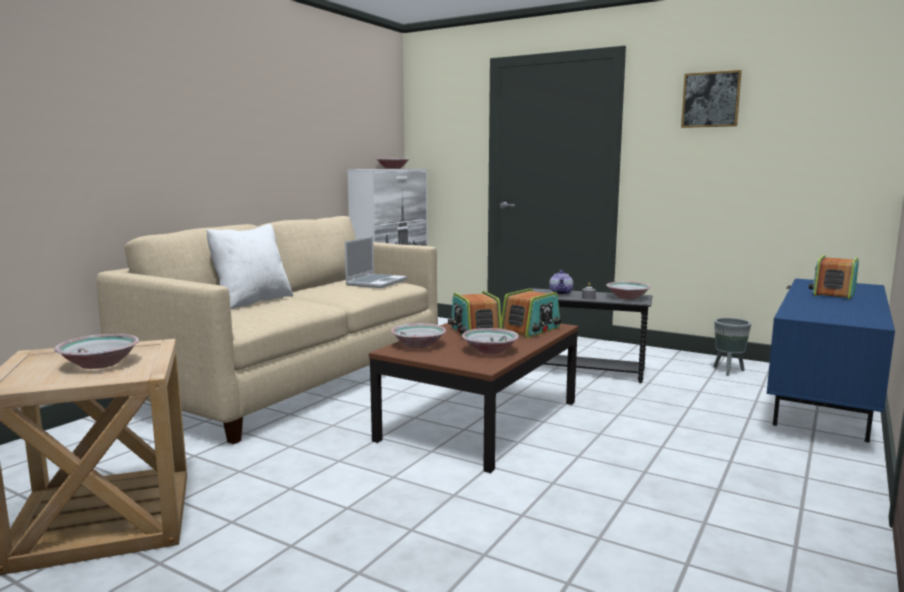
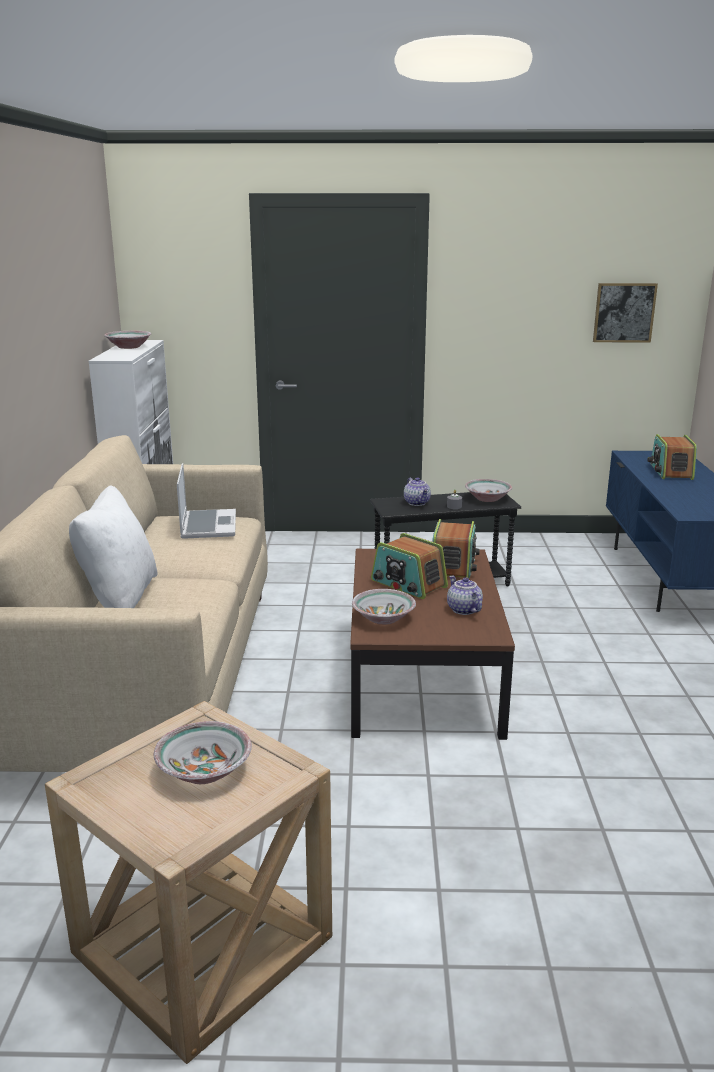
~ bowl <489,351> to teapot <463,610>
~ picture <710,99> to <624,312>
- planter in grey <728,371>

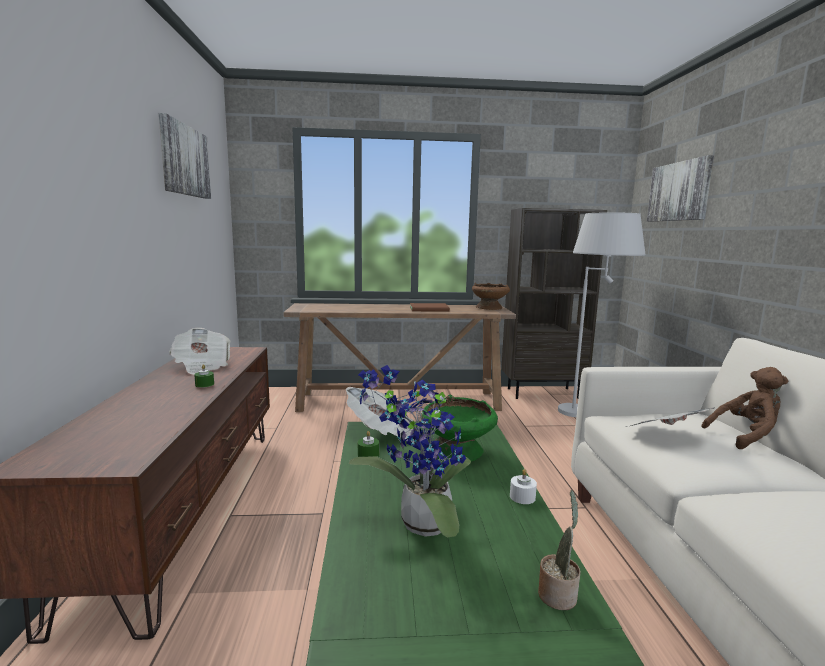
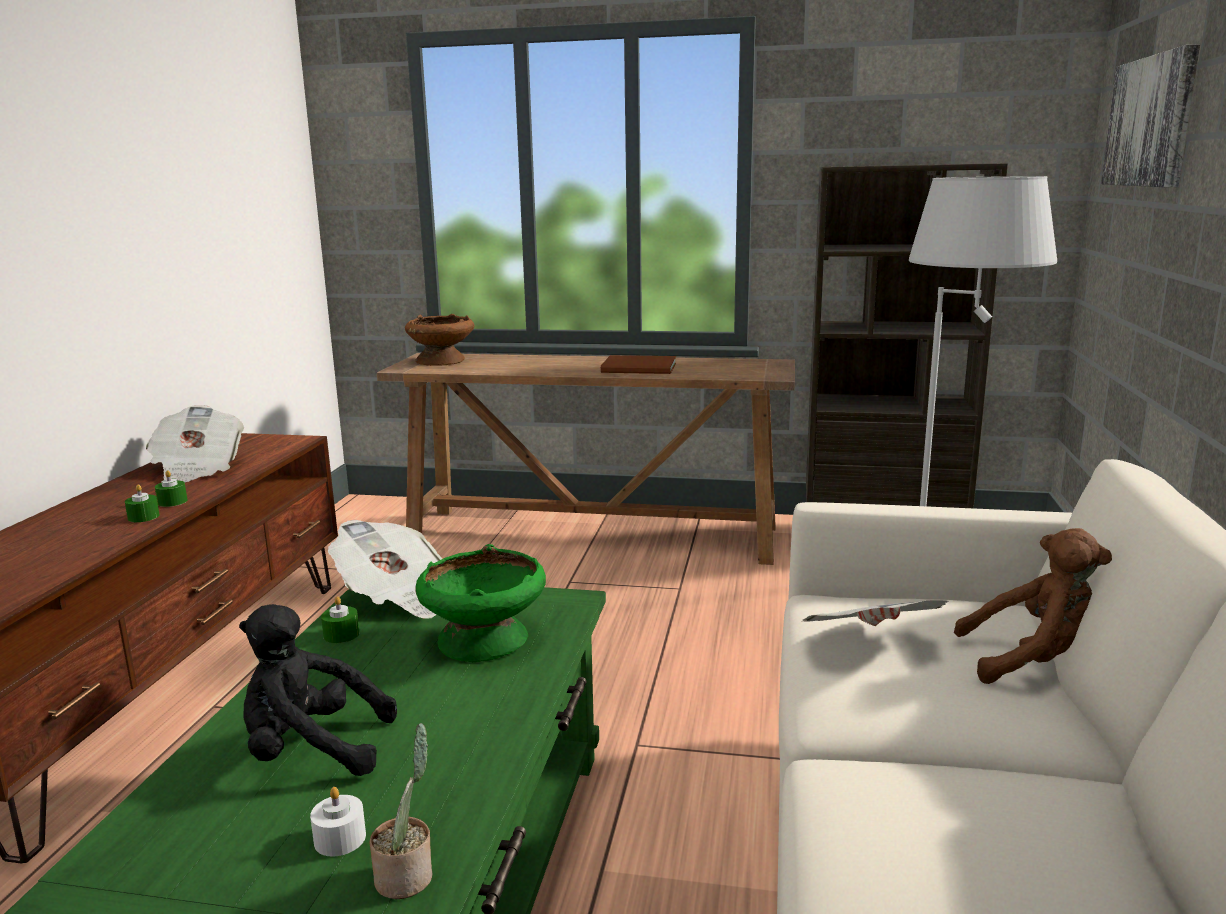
+ candle in green <143,517>
~ potted plant <419,524> to plush toy in black <312,750>
~ candle in white <522,497> to <340,838>
~ bowl in brown <489,307> to <442,361>
- picture <184,160>

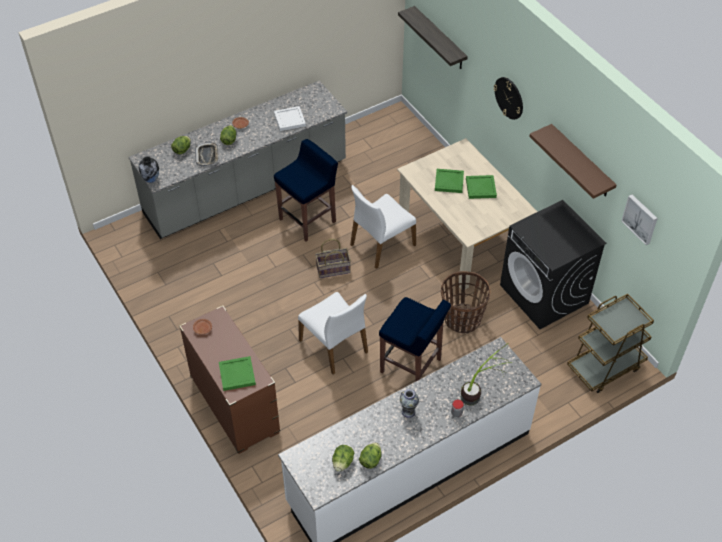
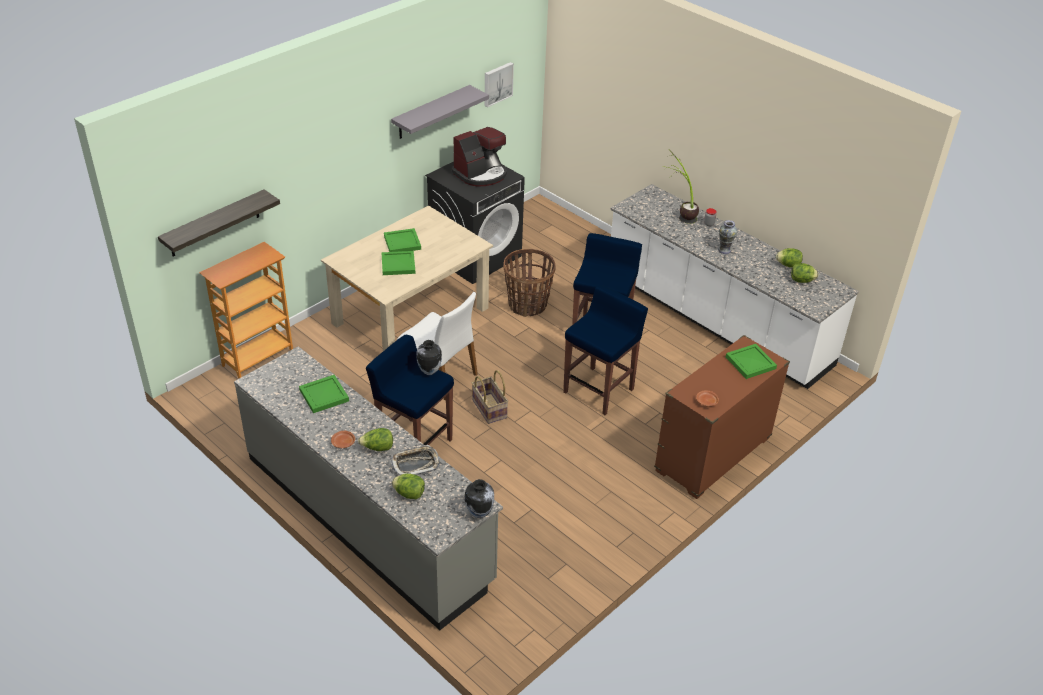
+ bookcase <257,358>
~ tray in white <290,119> to tray in green <323,395>
~ shelf in brown <581,162> to shelf in grey <431,112>
+ vase <429,371>
+ coffee machine <481,174>
~ chair in white <334,346> to stool in blue <599,390>
- wall clock <509,98>
- cart in brown <605,367>

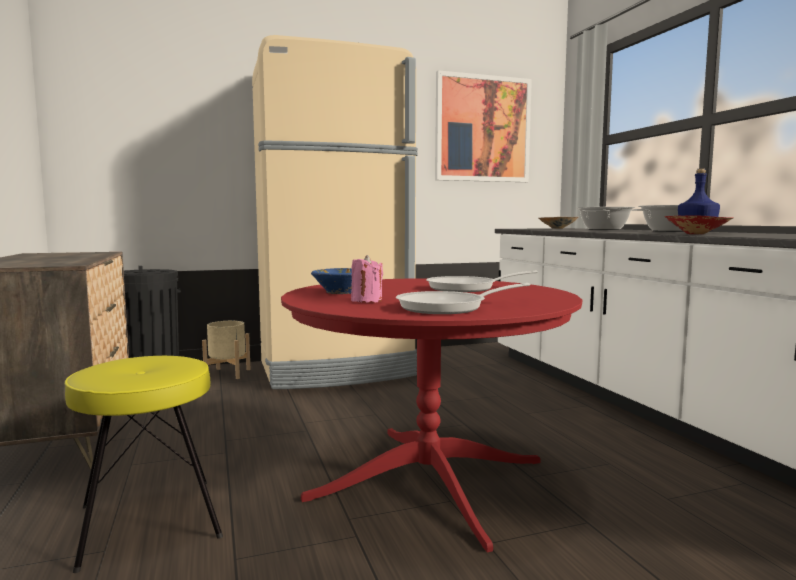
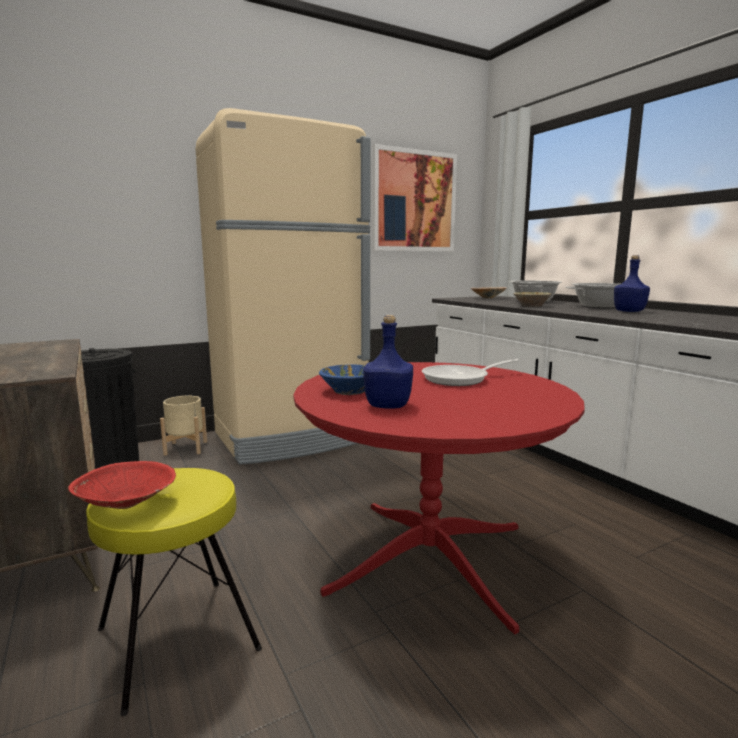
~ bowl in red <697,234> to <128,504>
~ candle in pink <366,300> to bottle in blue <388,406>
+ bowl in beige <531,305>
- frying pan <449,307>

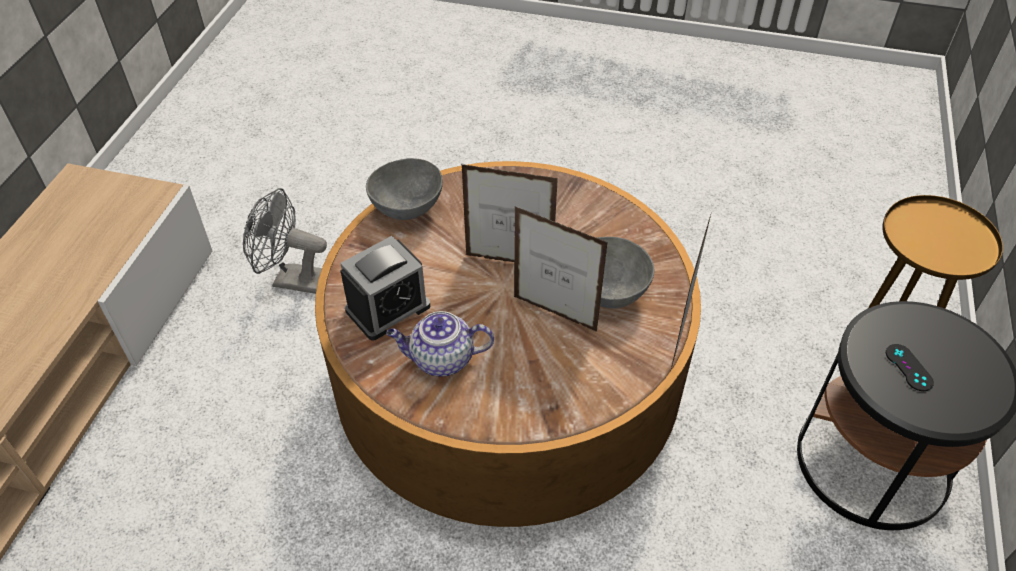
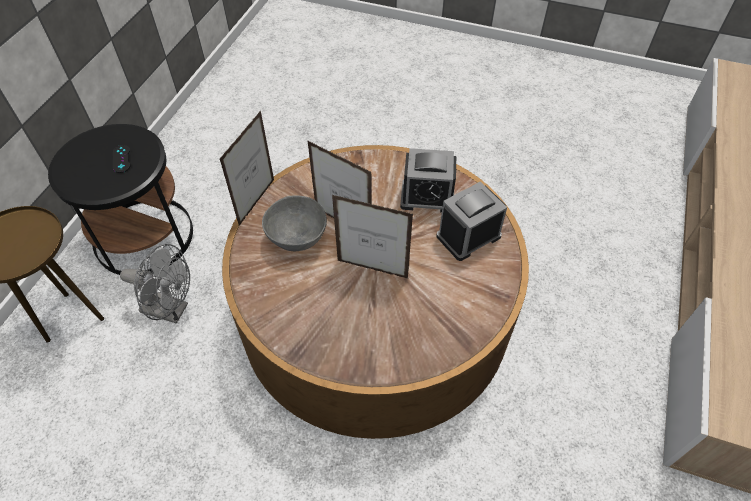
~ fan in grey <292,280> to <171,310>
~ teapot <441,360> to alarm clock <427,197>
- bowl in grey <409,208>

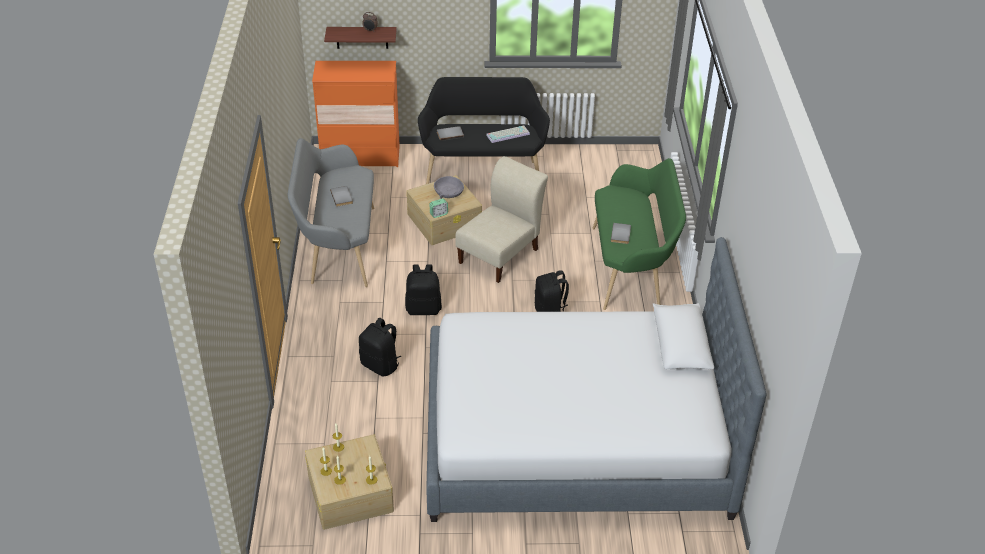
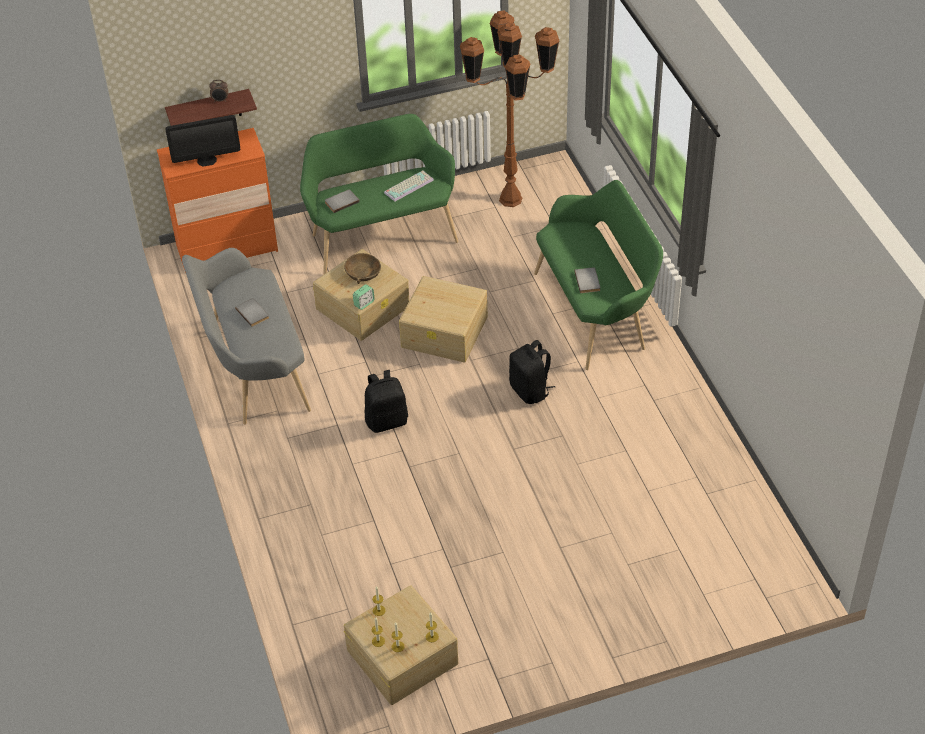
+ monitor <207,160>
~ bench in black <482,173> to bench in green <381,235>
~ bowl in grey <448,192> to bowl in brown <363,272>
~ chair in beige <501,254> to storage box in beige <445,332>
+ floor lamp in brown <511,199>
- backpack in black <380,365>
- bed <575,438>

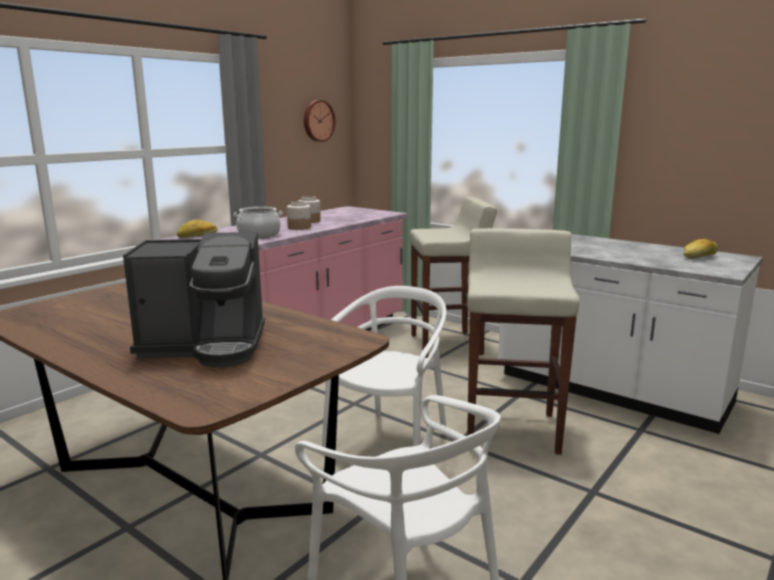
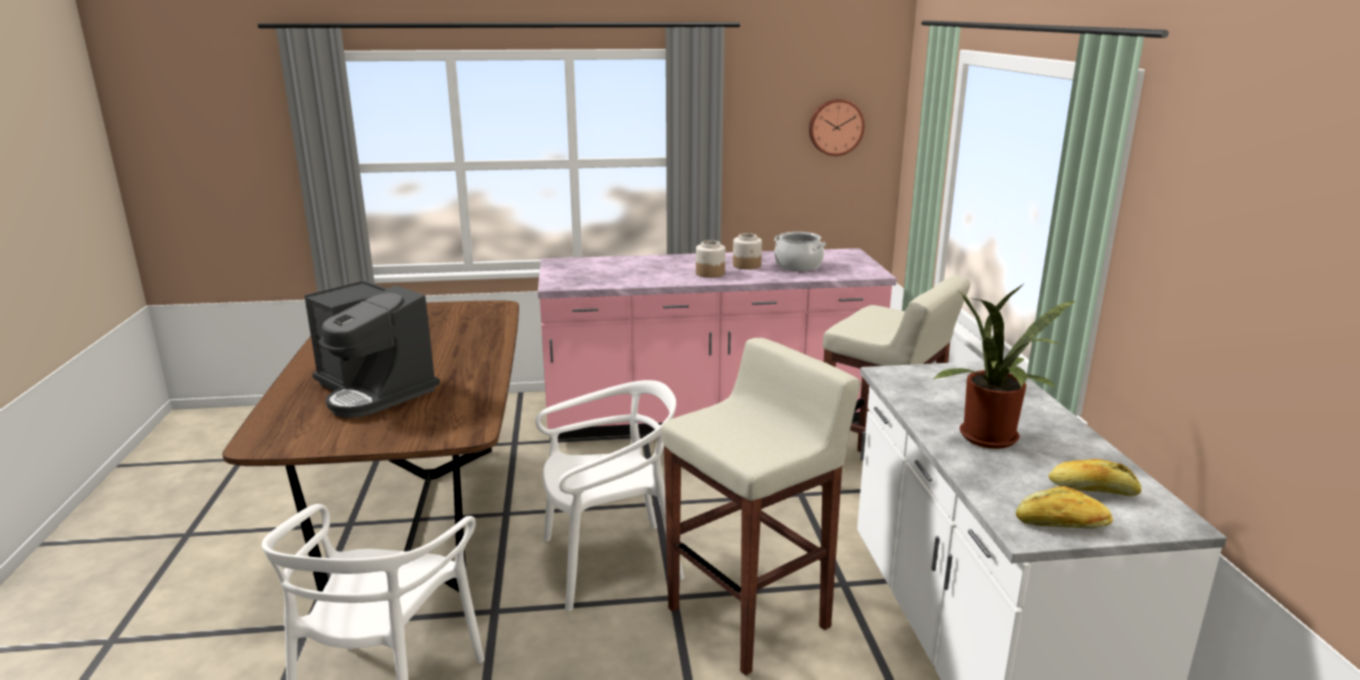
~ cooking pot <259,235> to <798,266>
+ potted plant <992,440>
~ bread <198,236> to <1062,524>

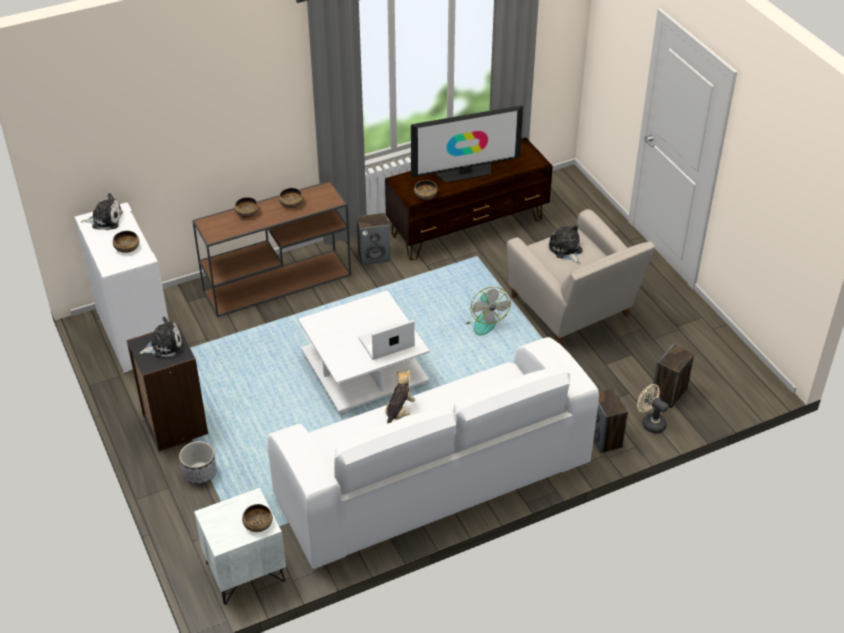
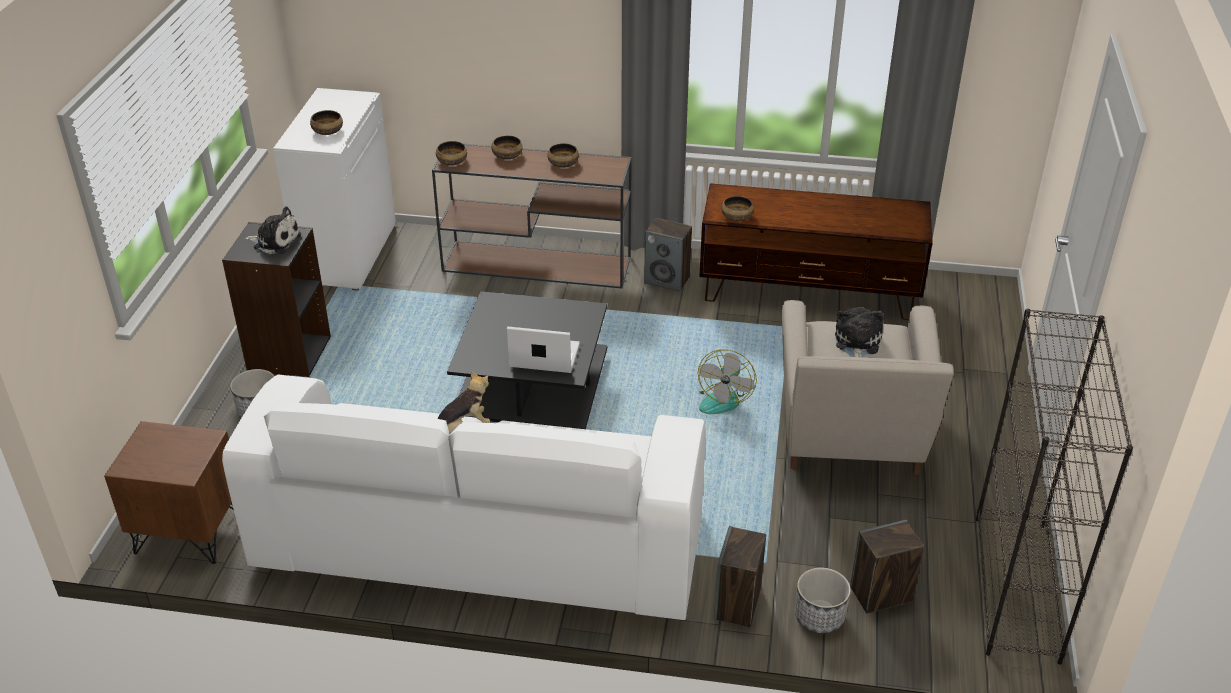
~ nightstand in white <245,573> to nightstand in brown <188,533>
~ bowl <258,524> to <452,161>
~ coffee table in white <363,371> to coffee table in black <530,390>
~ fan in beige <650,423> to planter <819,617>
+ bookcase in black <1017,588>
- plush toy <105,220>
- television <465,172>

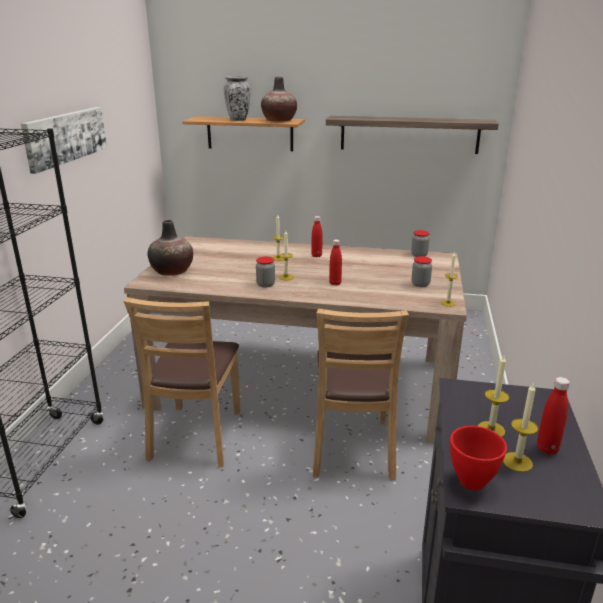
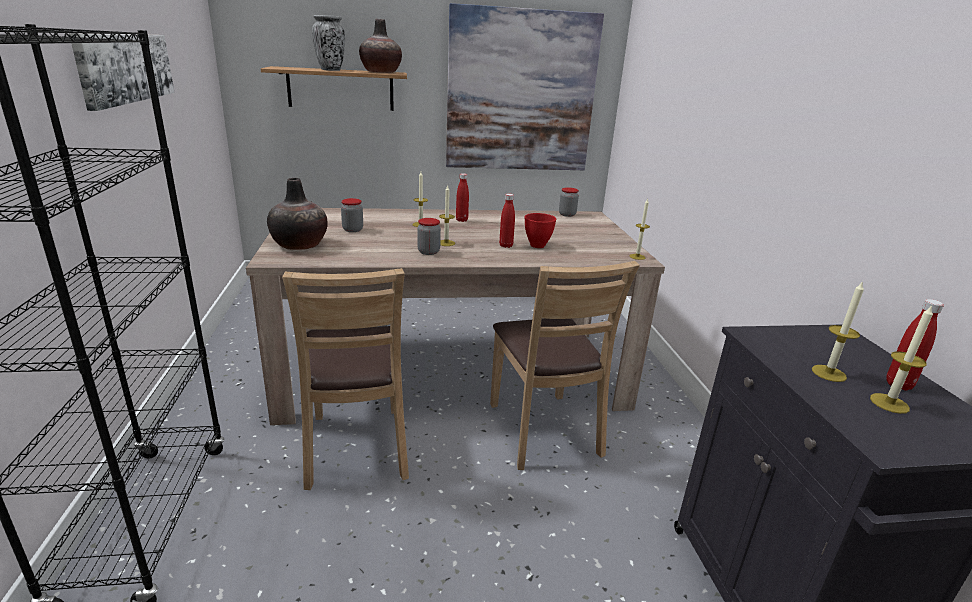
~ jar <420,284> to <352,230>
~ shelf <409,134> to picture <521,92>
~ bowl in red <470,481> to <536,245>

